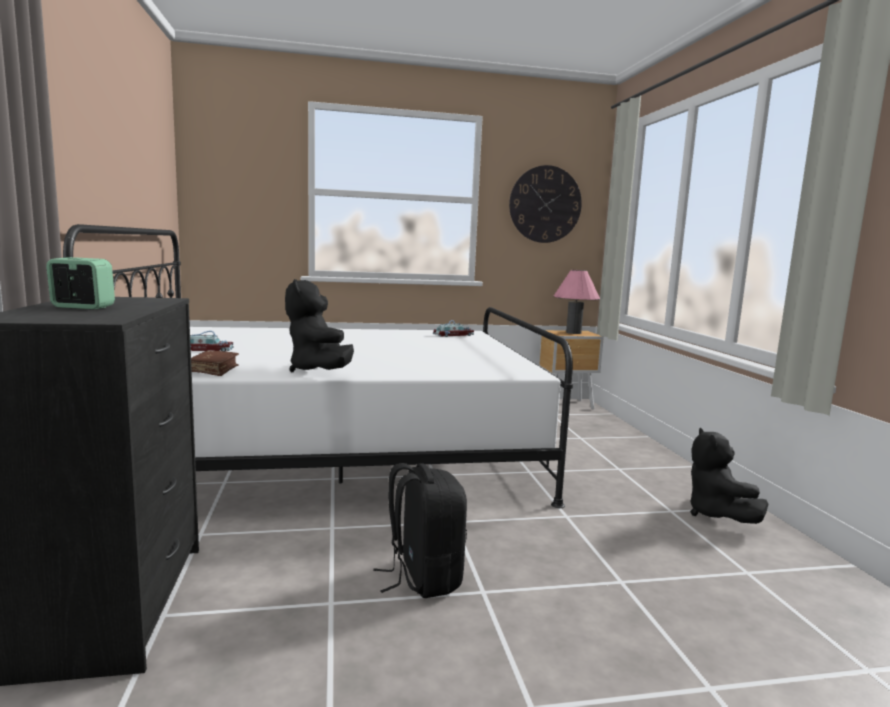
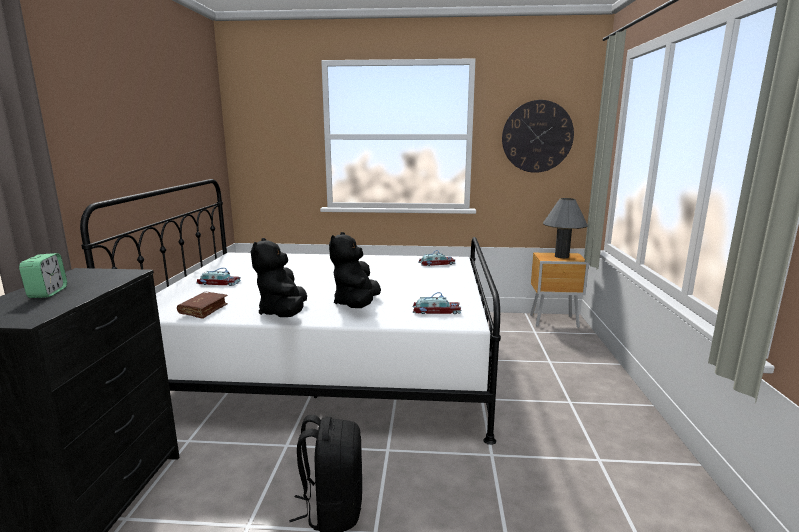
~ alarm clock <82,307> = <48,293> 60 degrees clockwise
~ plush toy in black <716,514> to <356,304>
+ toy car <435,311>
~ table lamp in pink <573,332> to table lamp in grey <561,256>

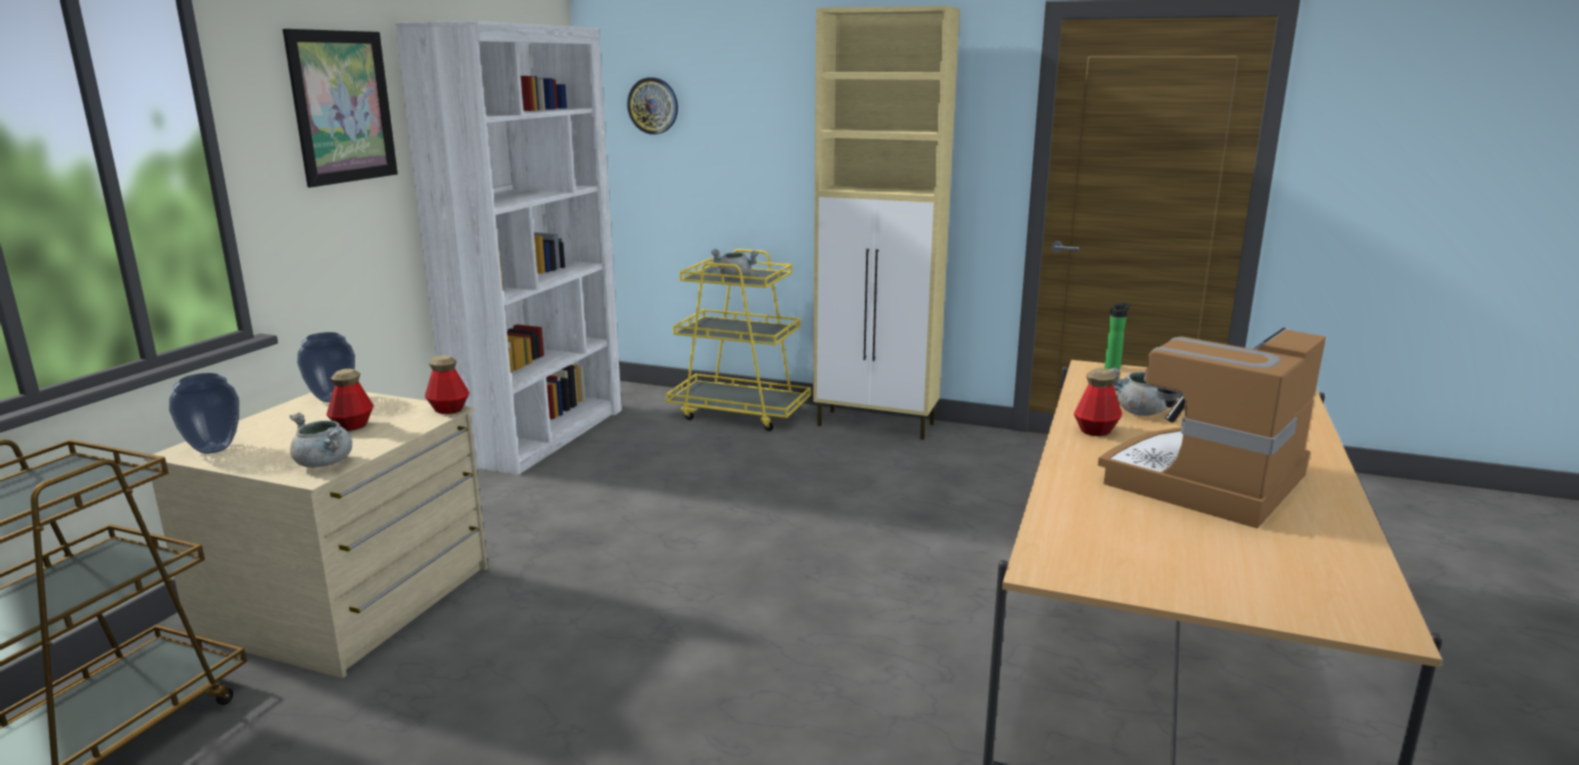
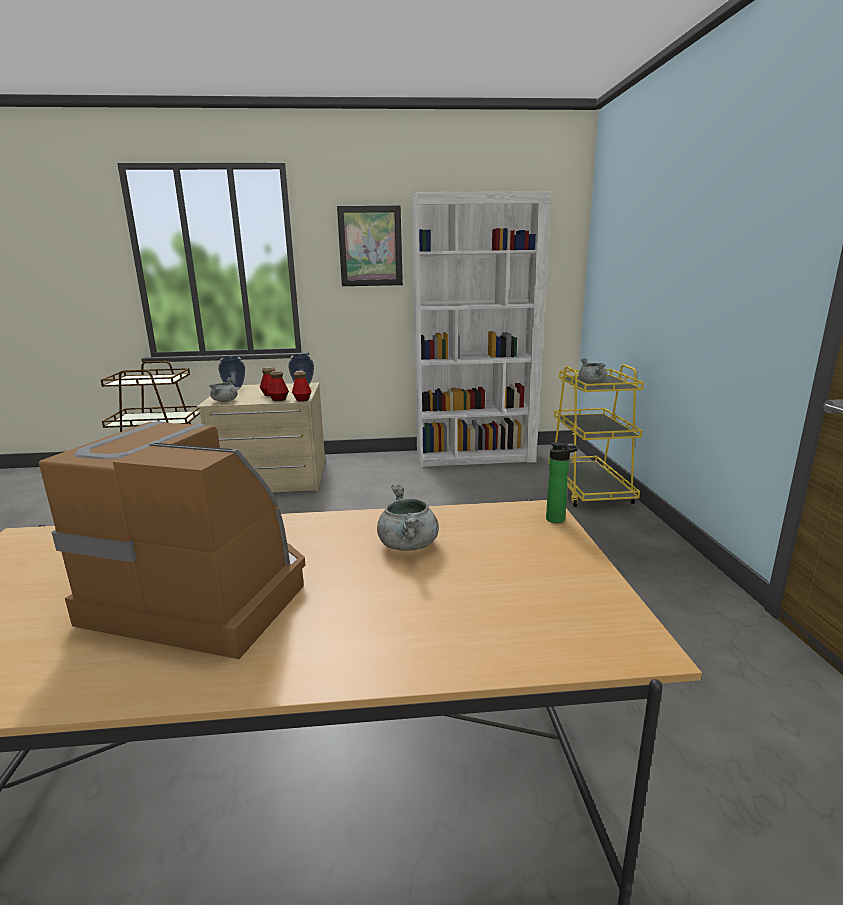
~ bottle <1096,431> to <278,399>
- wall clock <653,106>
- cabinet in beige <877,425>

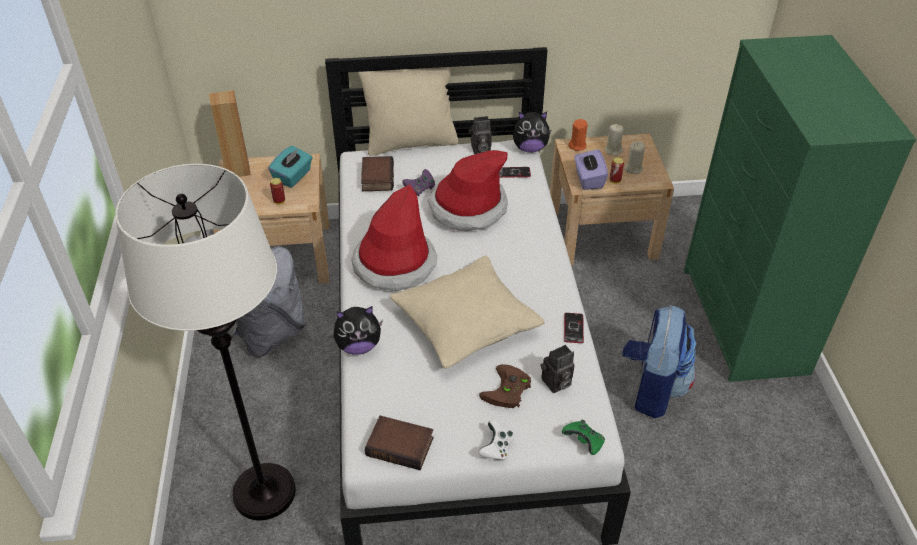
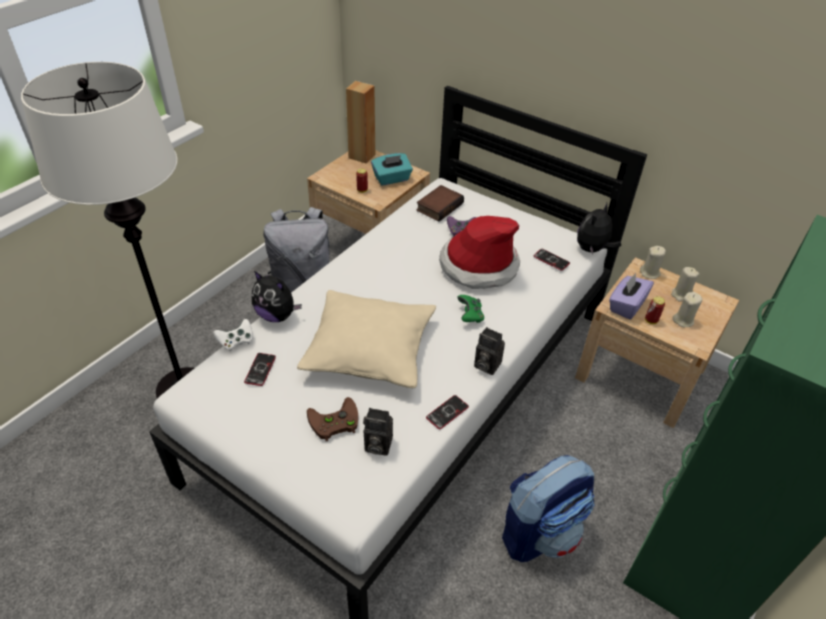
~ game controller in white <496,448> to <236,342>
+ phone <260,369>
~ game controller in green <584,443> to <470,316>
~ photo camera <480,149> to <485,365>
~ plush toy <530,148> = <592,249> 90 degrees clockwise
~ candle in orange <577,146> to candle in beige <650,273>
- hat <394,264>
- pillow in beige <411,142>
- book <401,445>

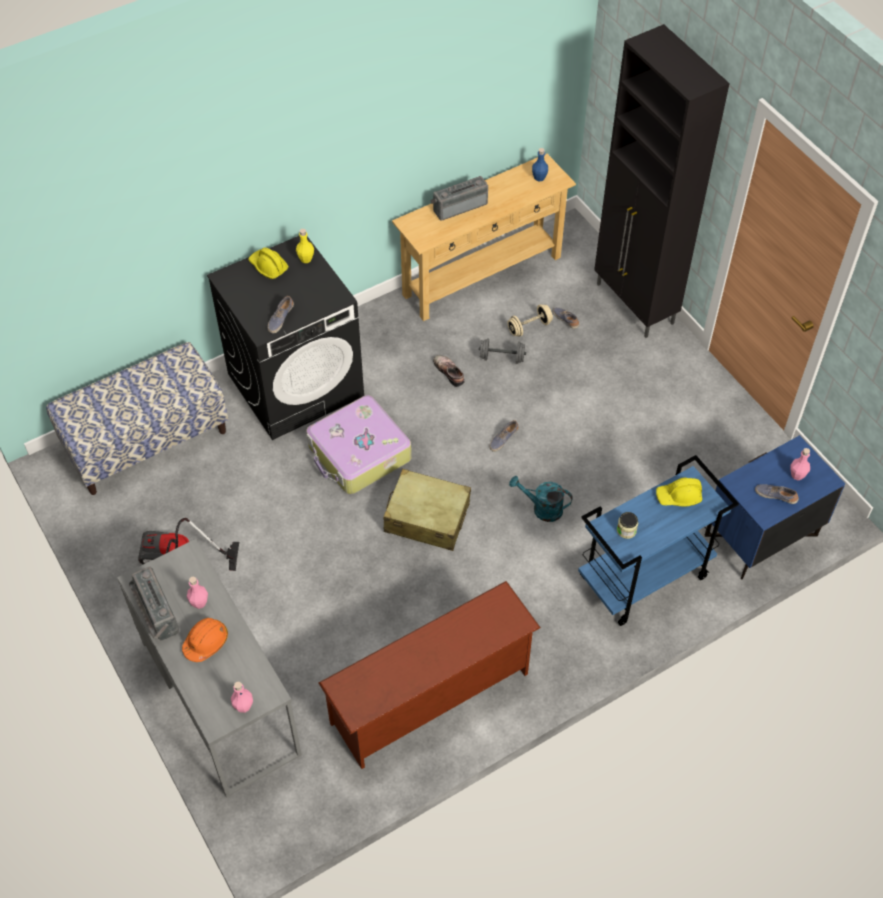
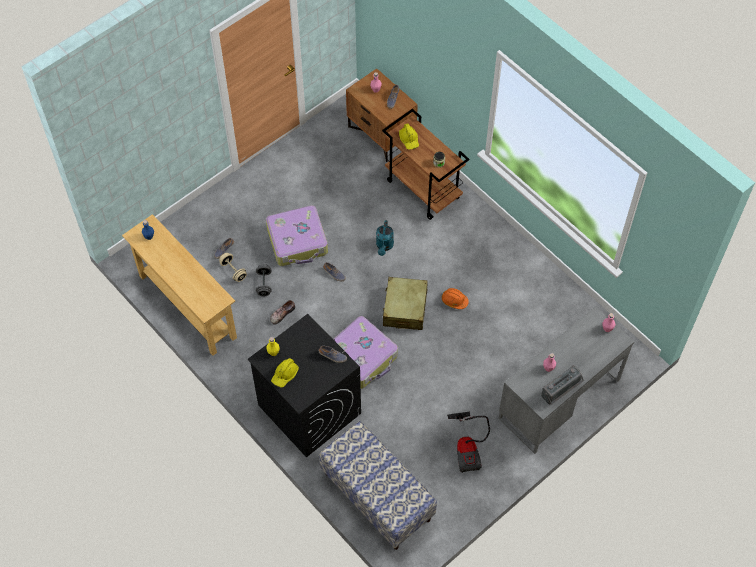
+ suitcase <298,241>
~ nightstand in blue <761,537> to nightstand in brown <381,134>
~ cart in blue <643,579> to cart in brown <423,189>
~ hard hat in orange <206,642> to <454,300>
- shoe rack in brown <431,700>
- radio <459,206>
- cabinet in black <635,305>

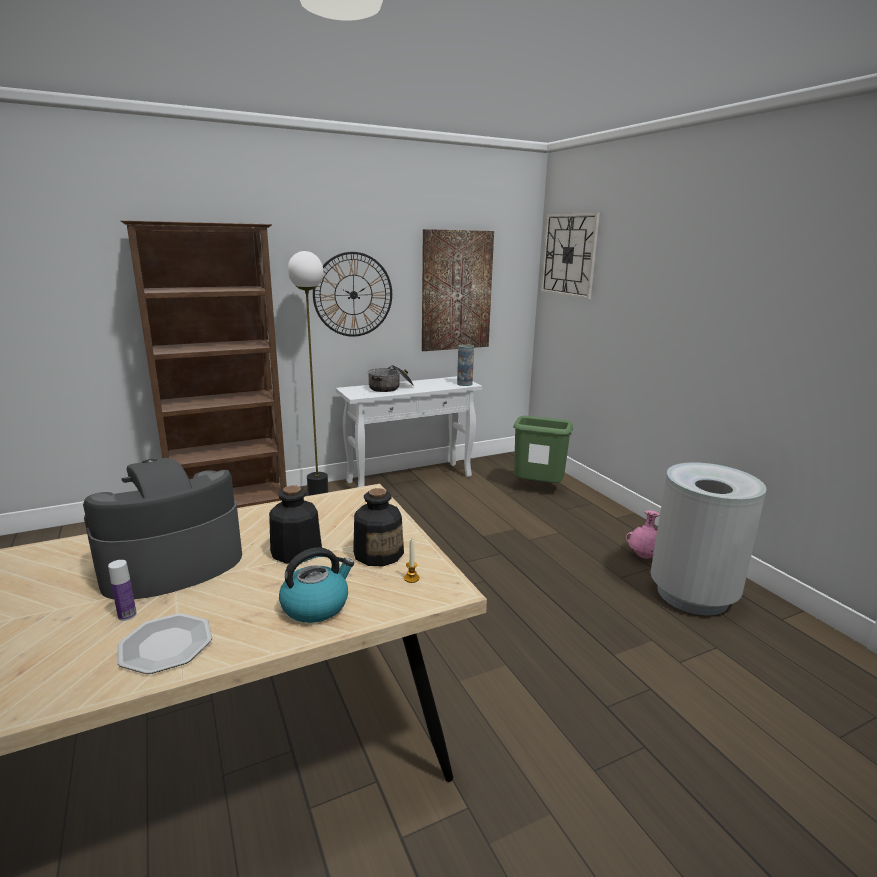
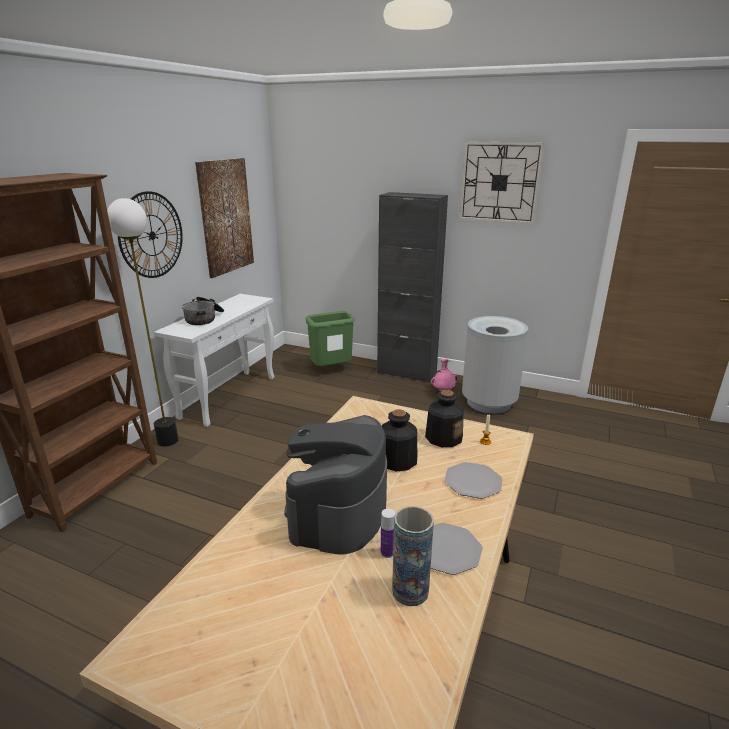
+ cabinet in black <406,372>
~ vase <464,384> to <410,591>
~ kettle <316,605> to plate <473,481>
~ wall clock <569,255> to <499,182>

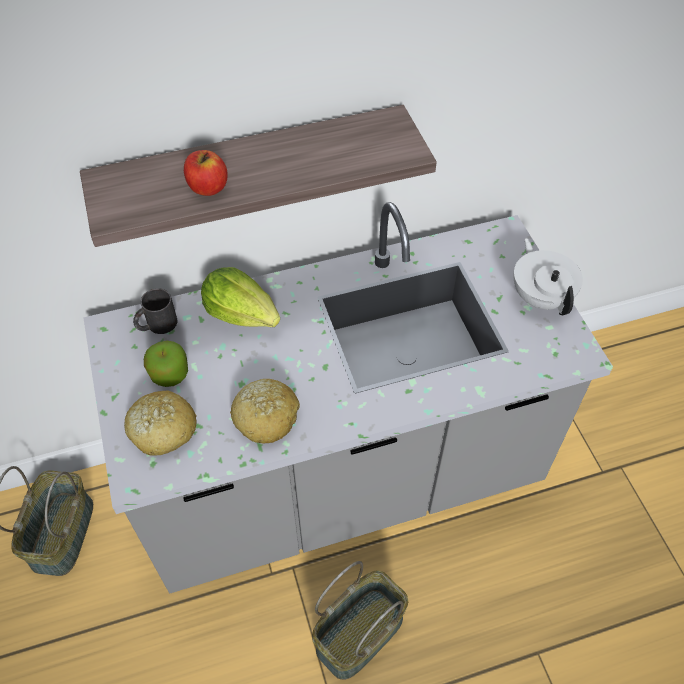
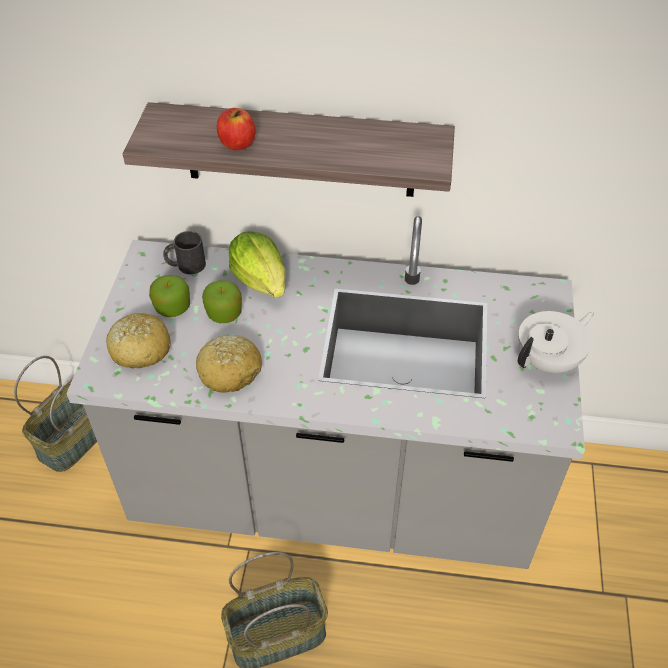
+ apple <224,313>
~ teapot in white <541,297> = <549,361> 45 degrees clockwise

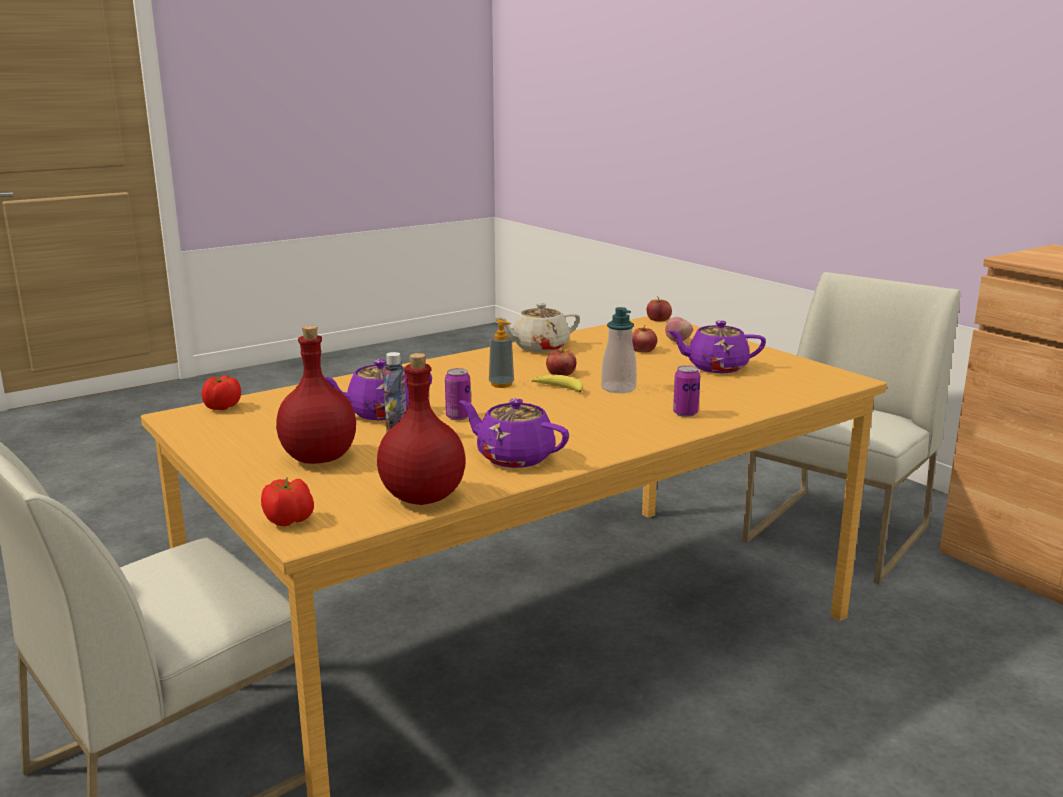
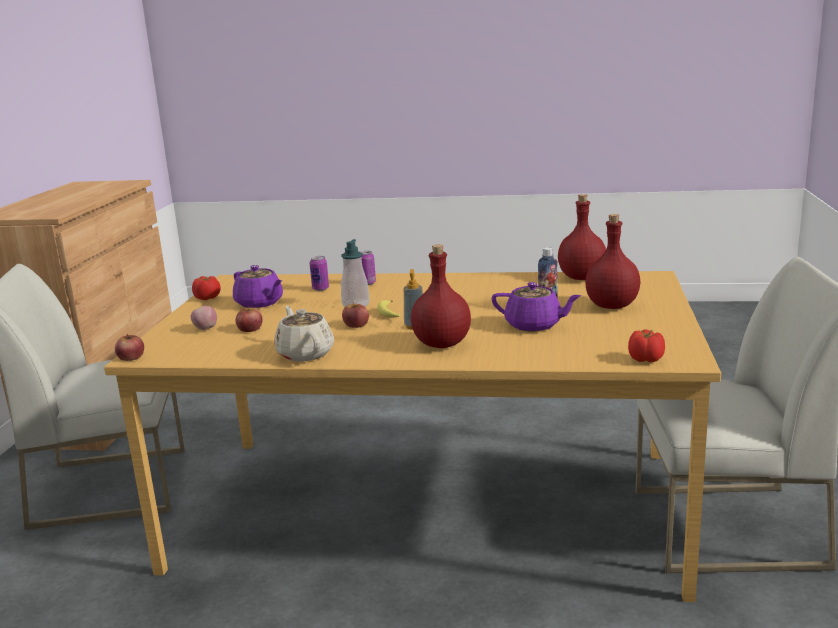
~ tomato <289,521> to <207,298>
~ teapot in beige <539,347> = <305,353> 135 degrees counterclockwise
~ can <458,416> to <320,288>
+ bottle in red <442,344>
- teapot in purple <514,457>

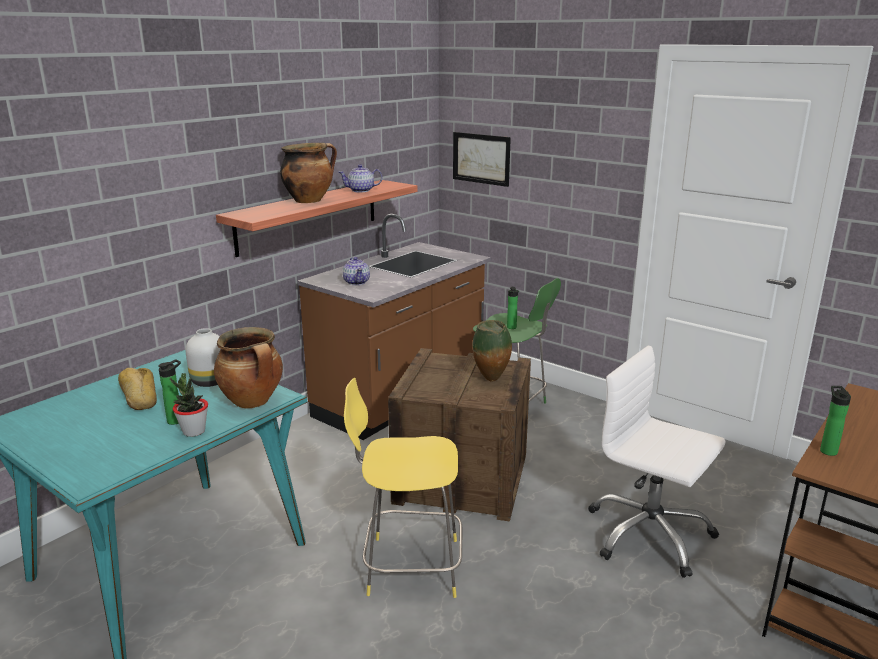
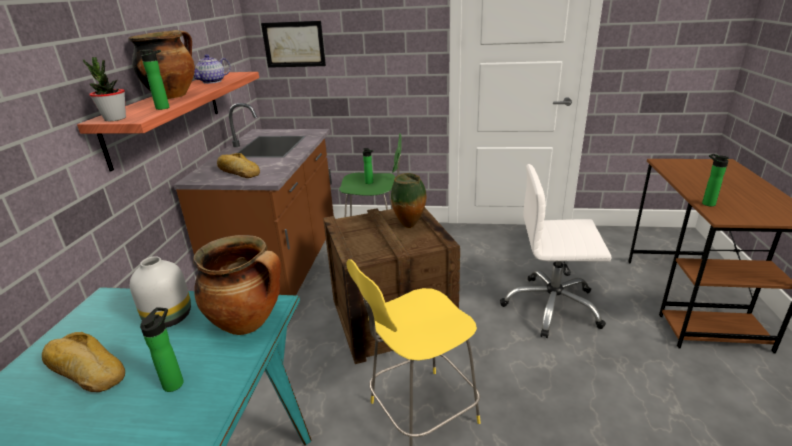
~ potted plant <193,431> to <115,119>
+ bottle <165,108>
~ teapot <356,282> to bread <238,172>

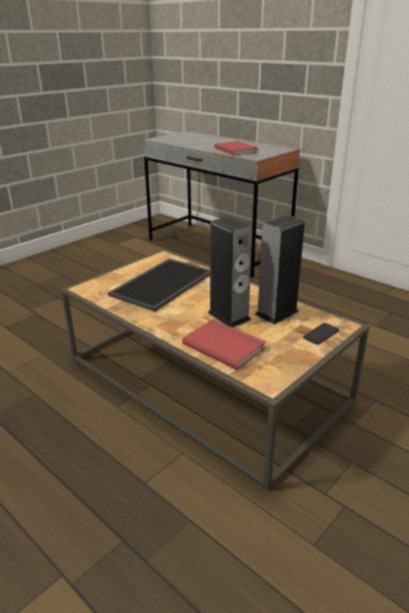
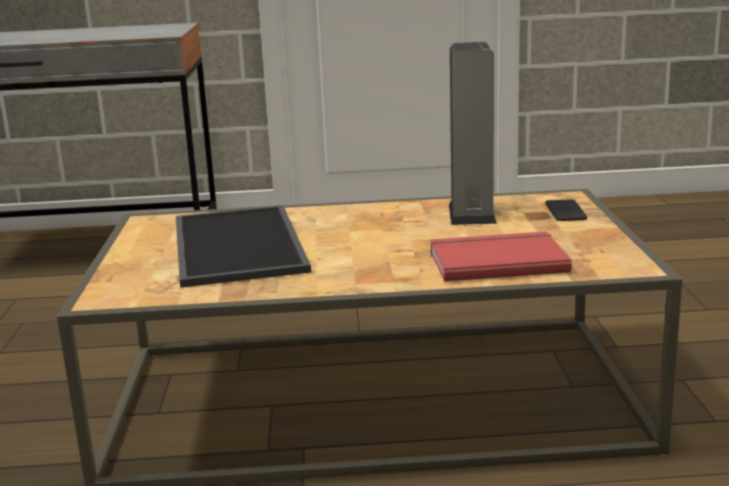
- speaker <229,316>
- book in red <237,150>

